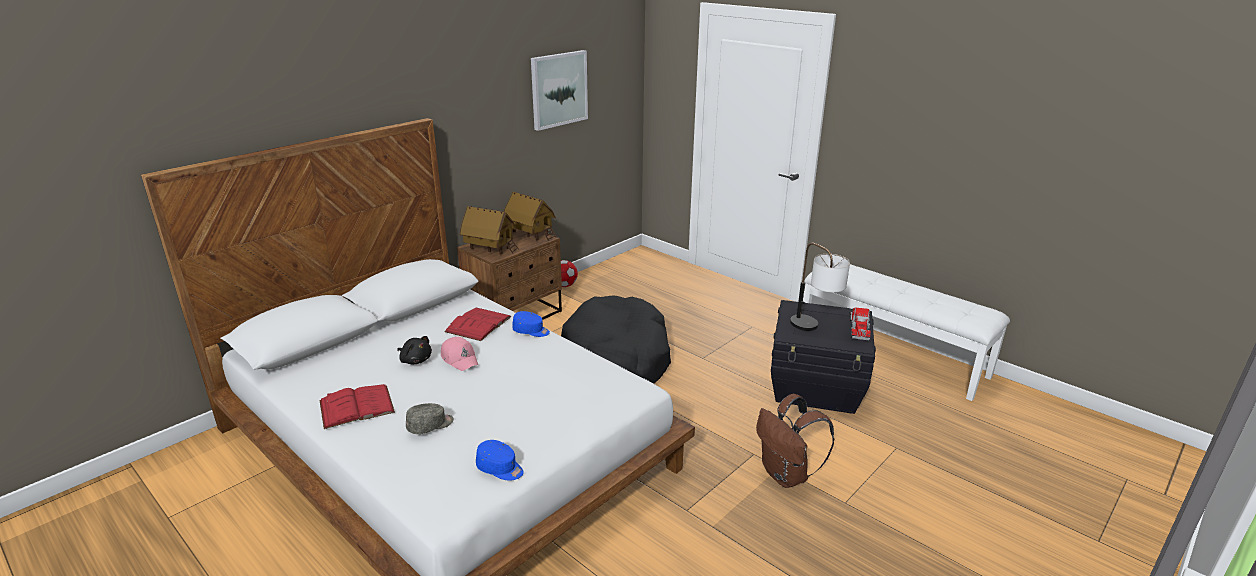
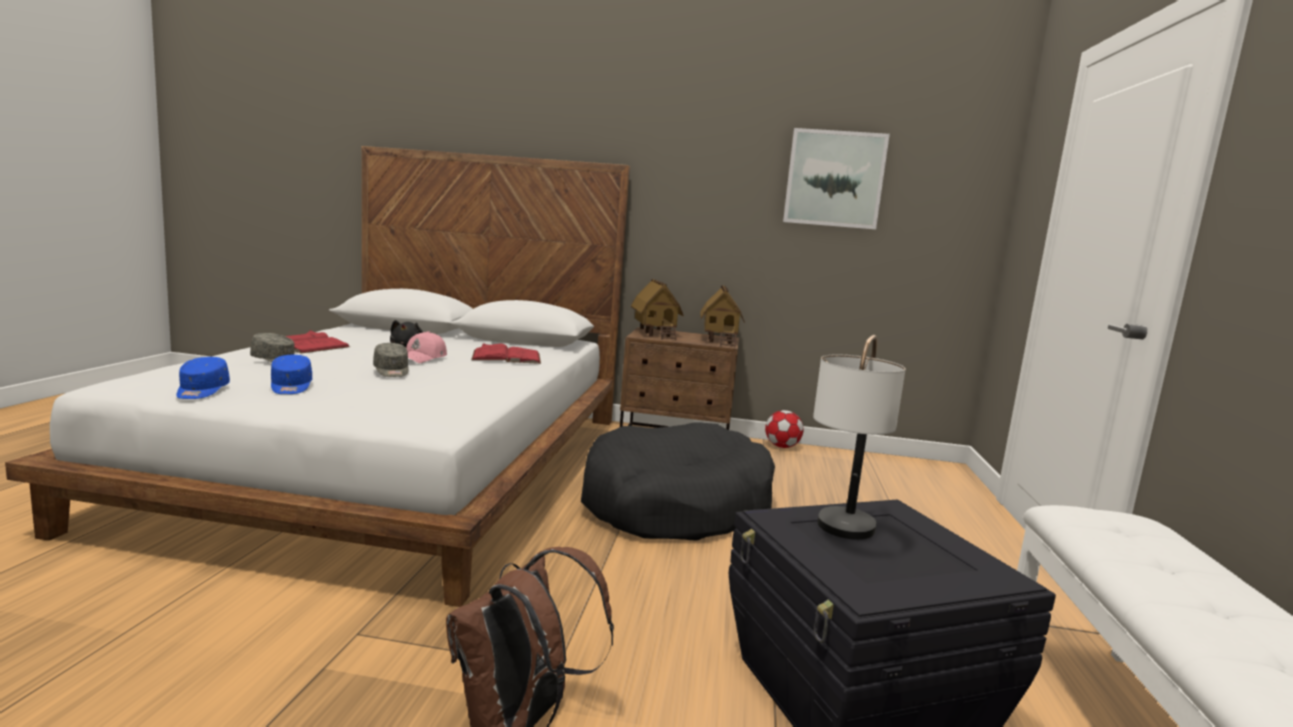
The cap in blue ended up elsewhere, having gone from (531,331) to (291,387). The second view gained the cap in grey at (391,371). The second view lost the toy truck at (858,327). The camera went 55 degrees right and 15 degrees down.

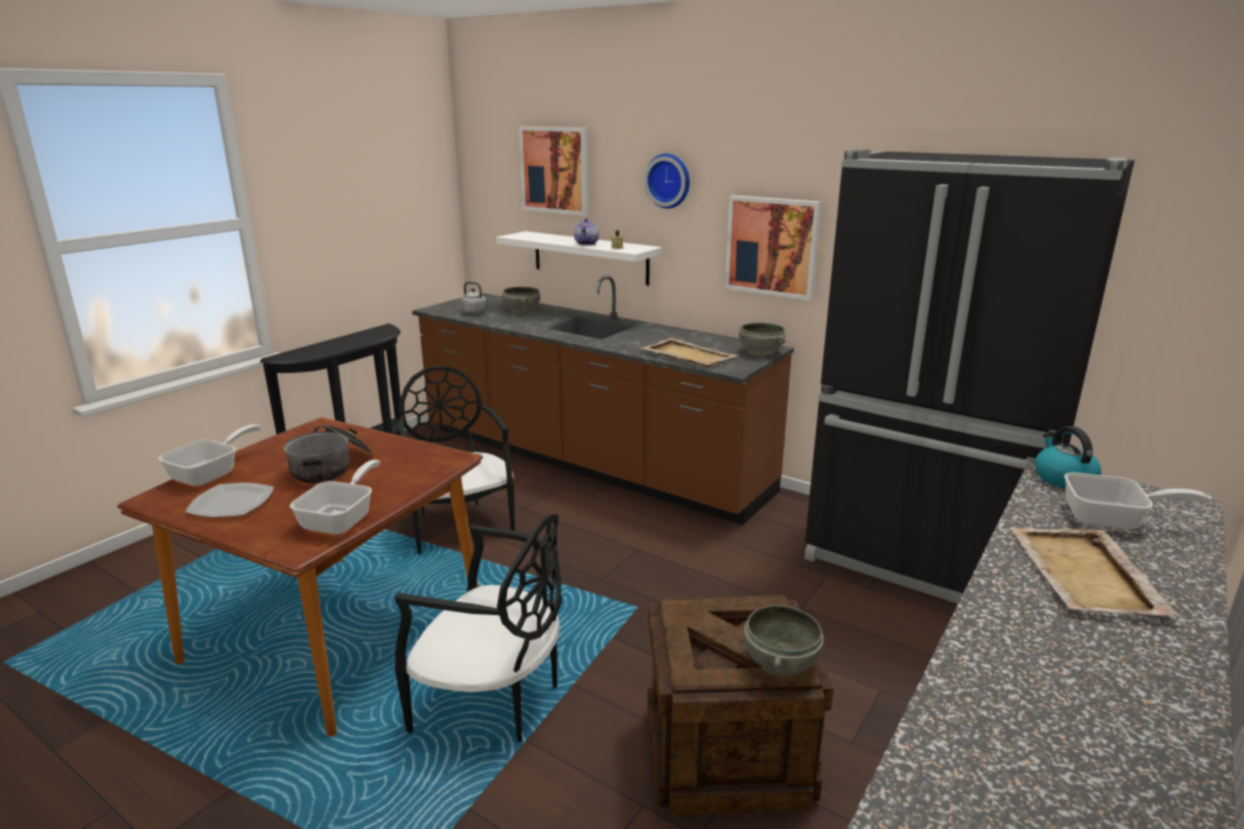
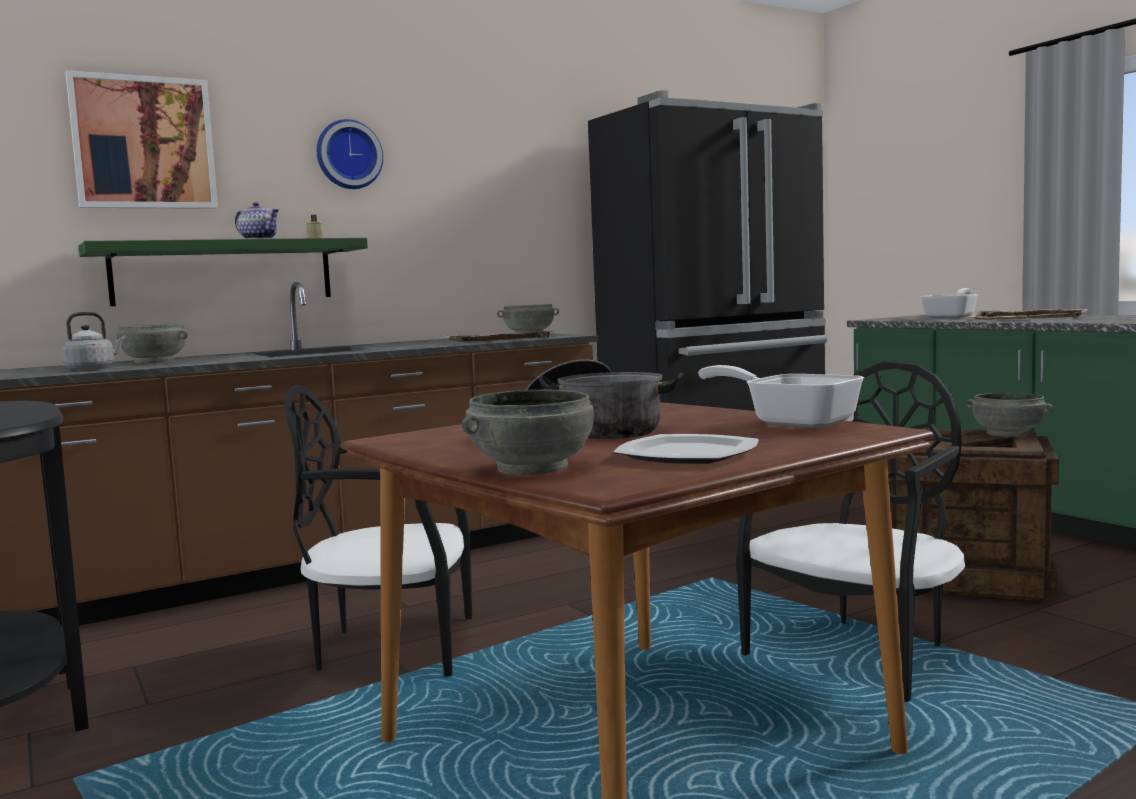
What was the shelf in white at (590,257) turned into the shelf in green at (223,272). Where the frying pan stood at (211,473), the bowl in grey came to stand at (531,468). The second view lost the picture at (772,246). The second view lost the kettle at (1063,478). The camera went 65 degrees left and 15 degrees down.

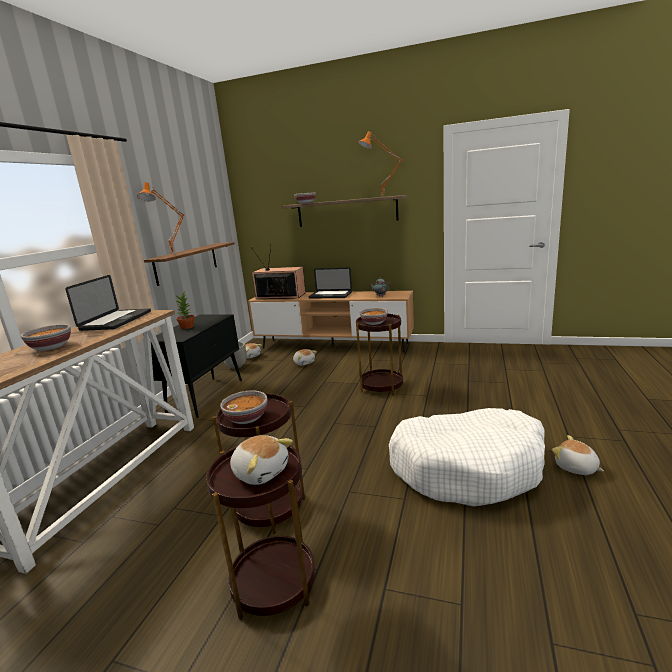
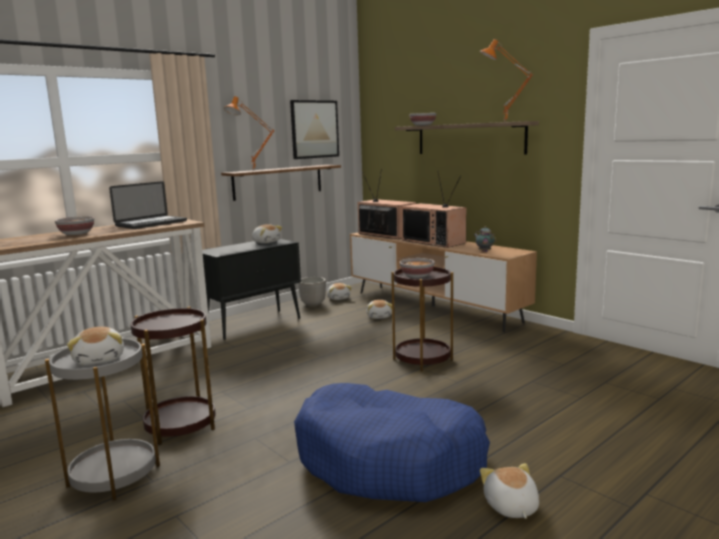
What was the side table in brown at (273,583) turned into the side table in grey at (114,475). The second view gained the plush toy at (266,242). The second view gained the picture at (314,129). What was the dog bed in white at (468,467) turned into the dog bed in blue at (390,460). Where the laptop stood at (330,295), the television came to stand at (435,241). The second view lost the potted plant at (187,327). The second view lost the bowl at (247,418). The camera went 30 degrees right and 5 degrees down.

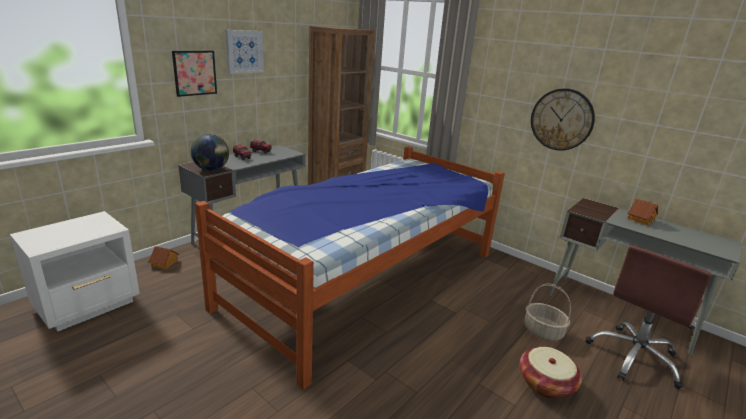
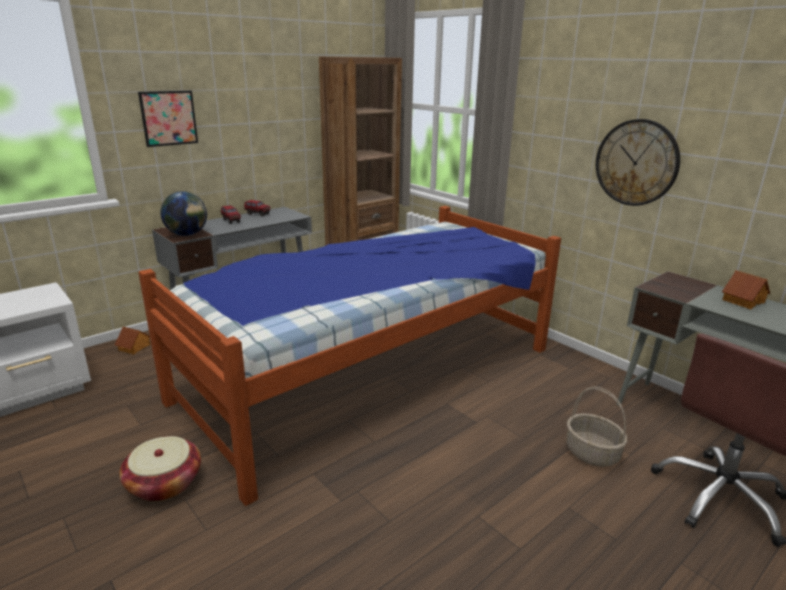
The basket ended up elsewhere, having gone from (545,384) to (164,483). The second view lost the picture at (244,51). The camera went 10 degrees right and 0 degrees up.

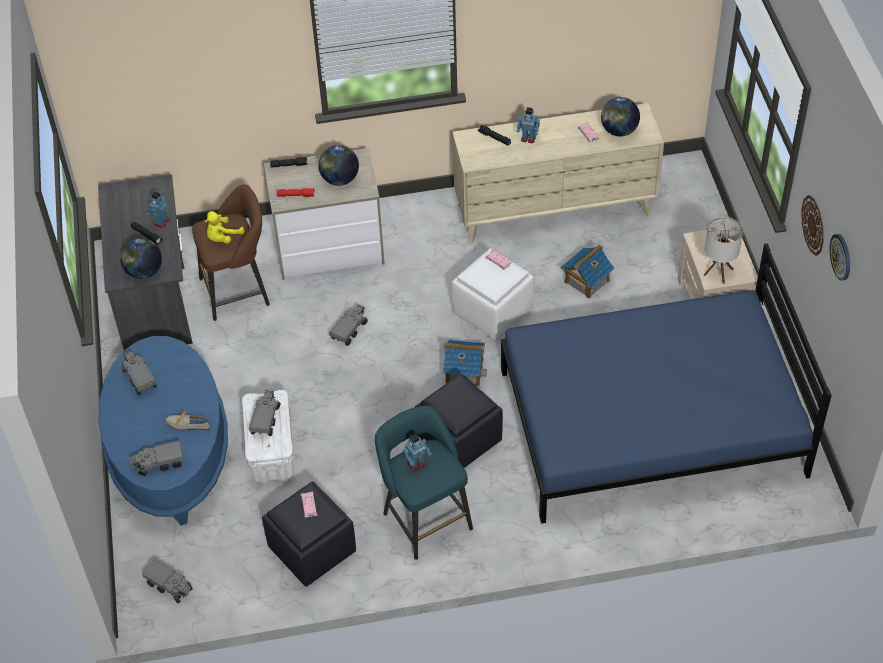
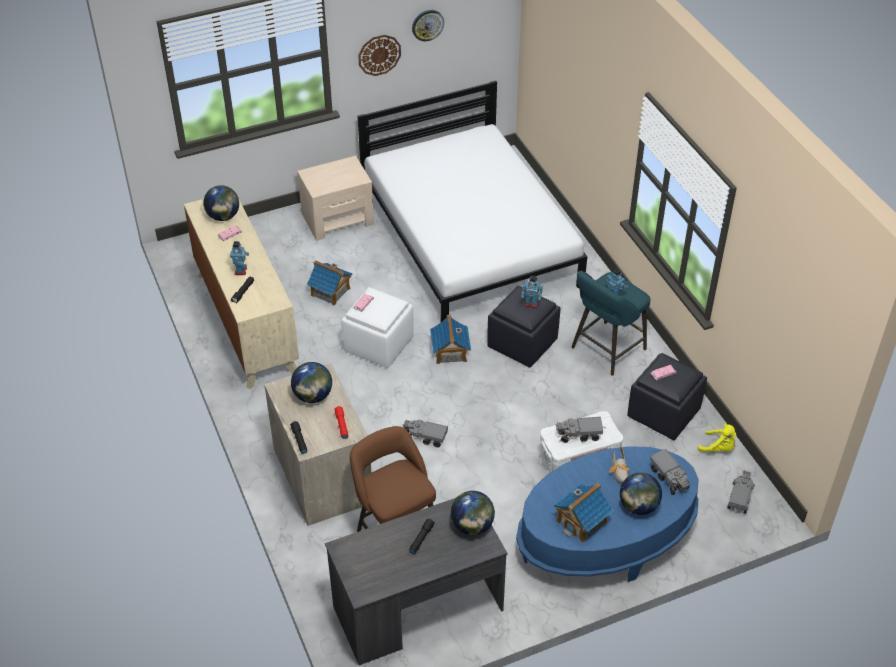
What was the bed in blue at (651,422) turned into the bed in white at (469,240). The toy robot ended up elsewhere, having gone from (161,221) to (531,304). Where the toy truck stood at (139,378), the toy house came to stand at (582,521). The second view gained the globe at (638,506). The plush toy in yellow ended up elsewhere, having gone from (223,237) to (718,448). The second view lost the table lamp at (718,272). The camera went 105 degrees left and 5 degrees down.

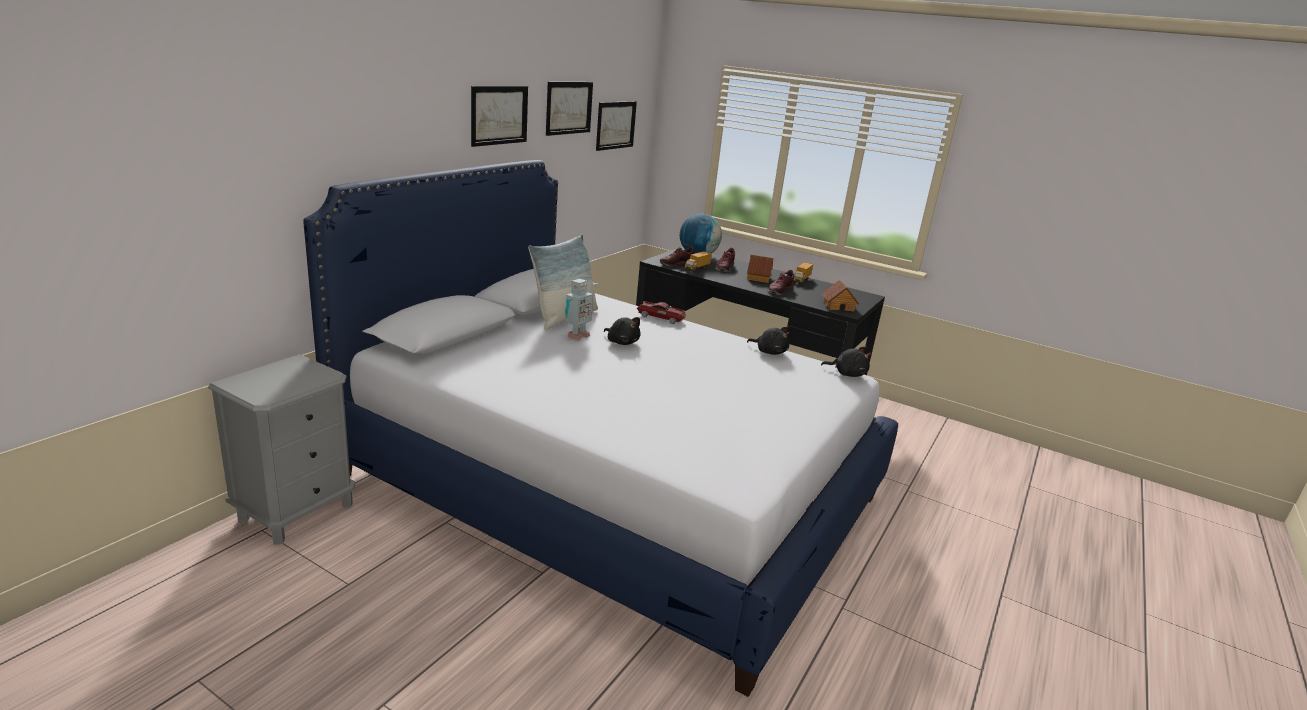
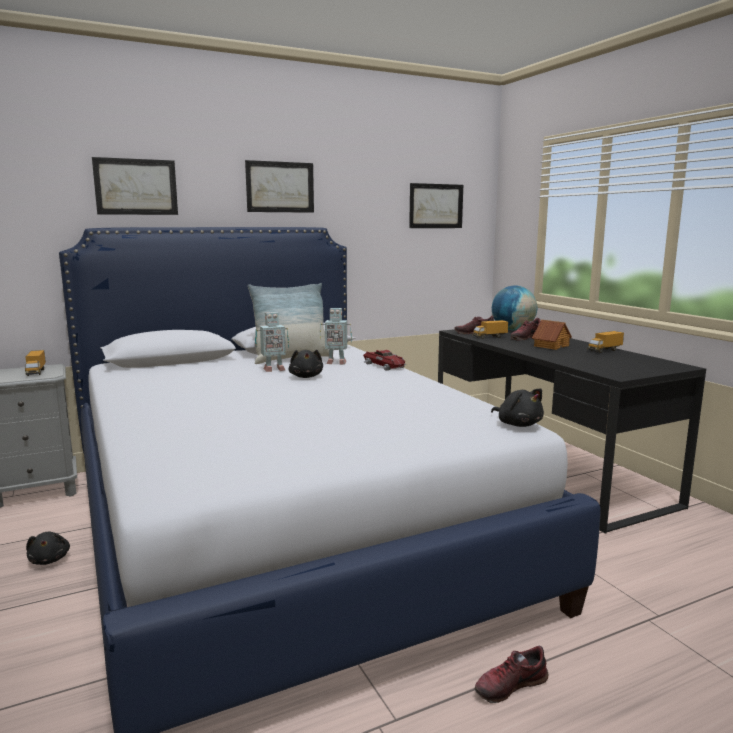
The second view gained the toy truck at (36,372). The plush toy in black ended up elsewhere, having gone from (769,352) to (50,559). The picture ended up elsewhere, having gone from (569,108) to (136,187). The second view gained the toy robot at (336,362). The shoe ended up elsewhere, having gone from (779,290) to (510,685). The second view lost the toy house at (838,306). The camera went 35 degrees right and 10 degrees down.

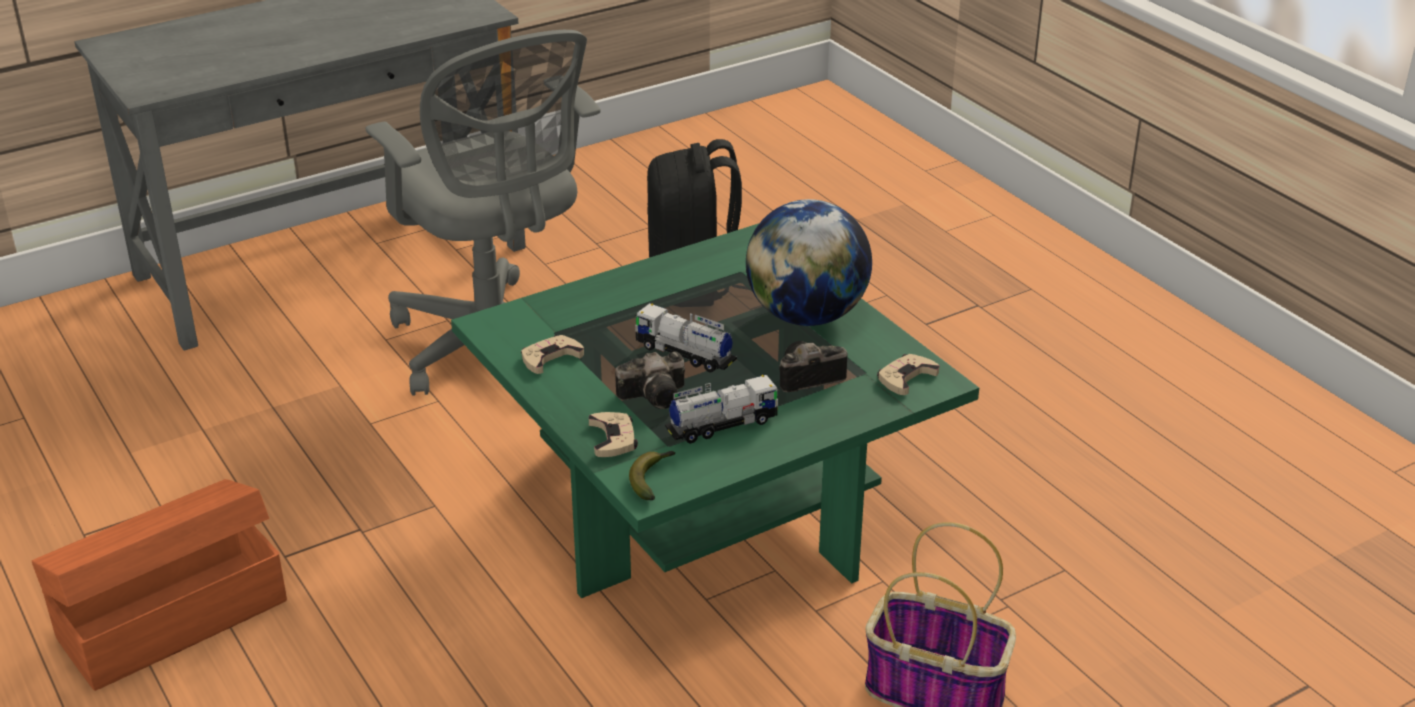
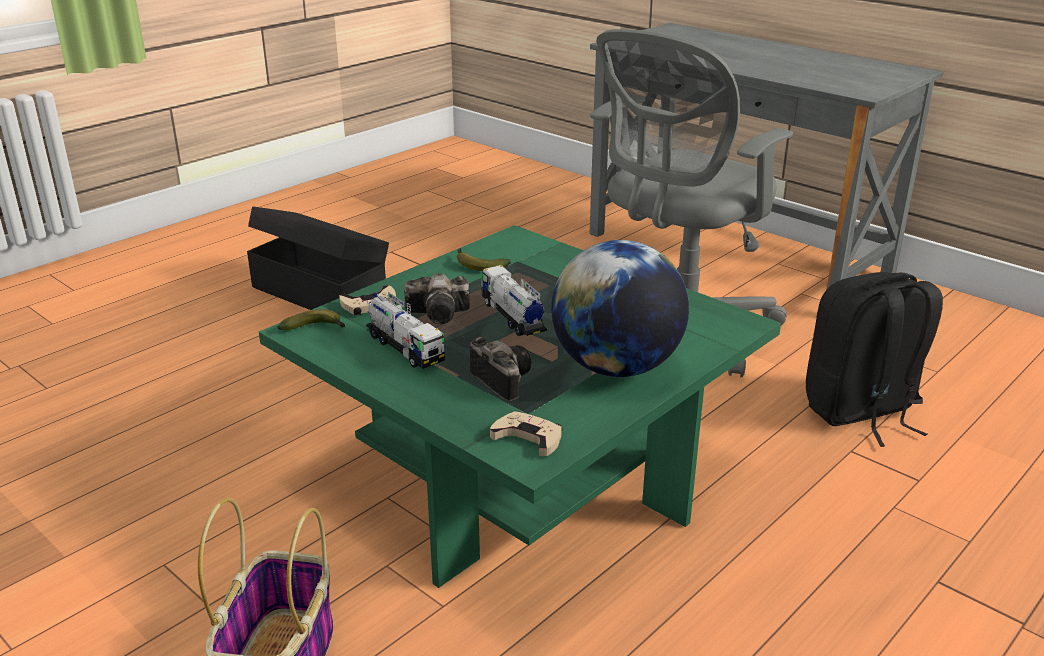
What was the storage box in orange at (169,618) turned into the storage box in black at (319,292). The photo camera at (657,395) ended up facing another way, 60 degrees counterclockwise from before. Where the game controller in beige stood at (550,358), the banana came to stand at (478,265). The toy truck at (685,354) ended up facing another way, 45 degrees counterclockwise from before. The camera went 75 degrees right and 5 degrees down.

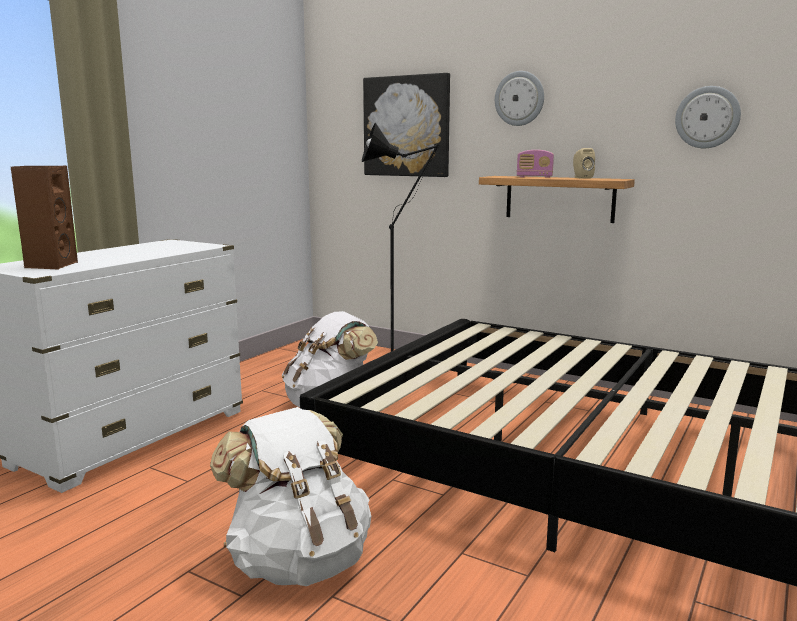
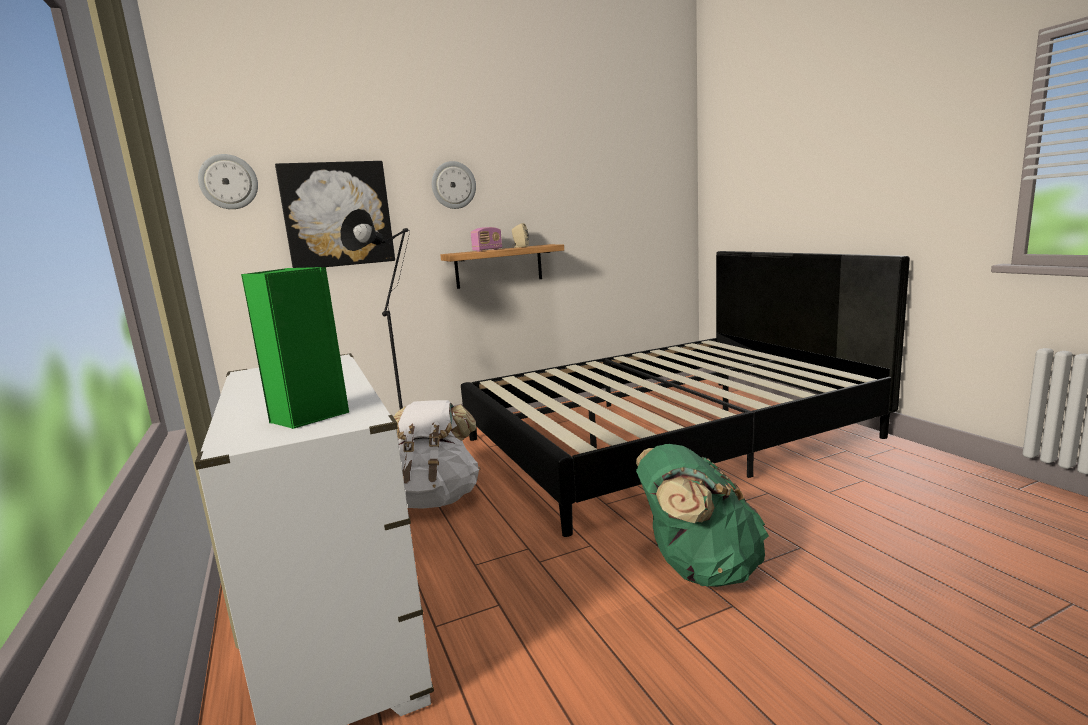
The wall clock ended up elsewhere, having gone from (707,117) to (228,182). What was the speaker in brown at (50,265) turned into the speaker in green at (307,417). What was the backpack in white at (299,561) turned into the backpack in green at (698,569). The camera went 55 degrees left and 0 degrees up.

